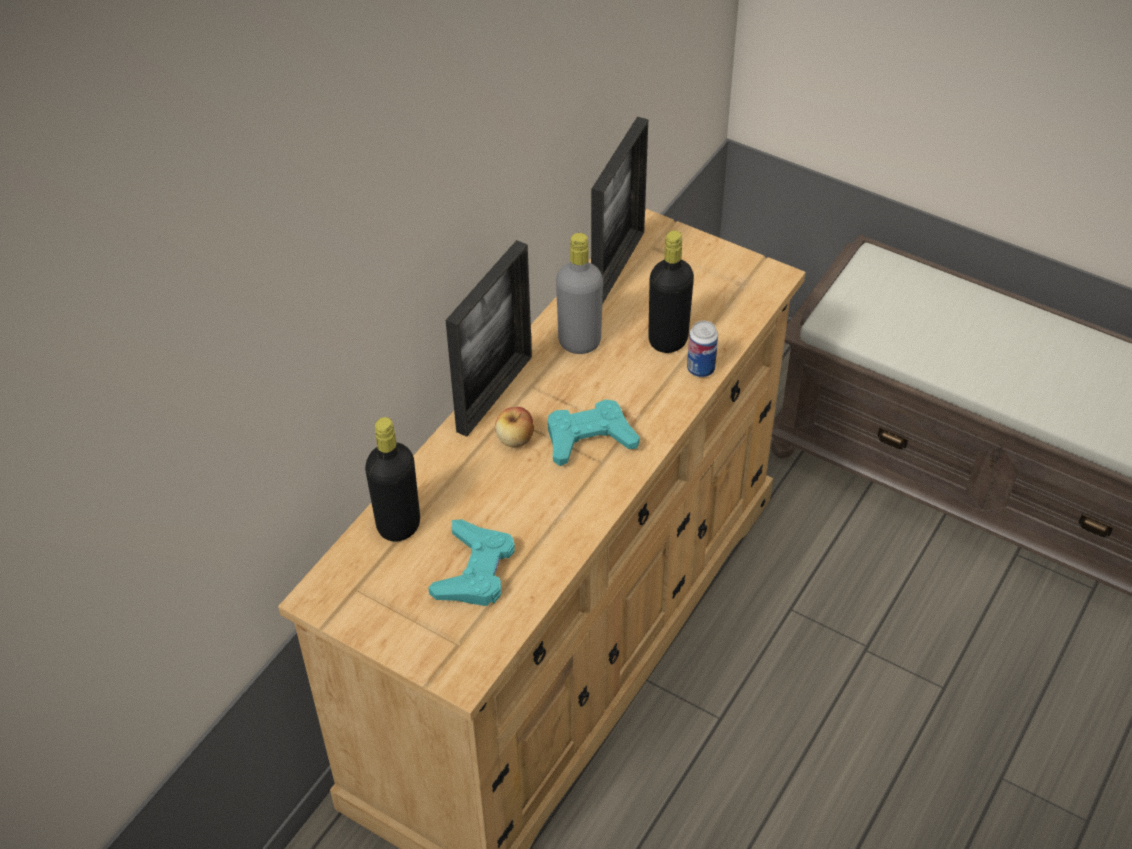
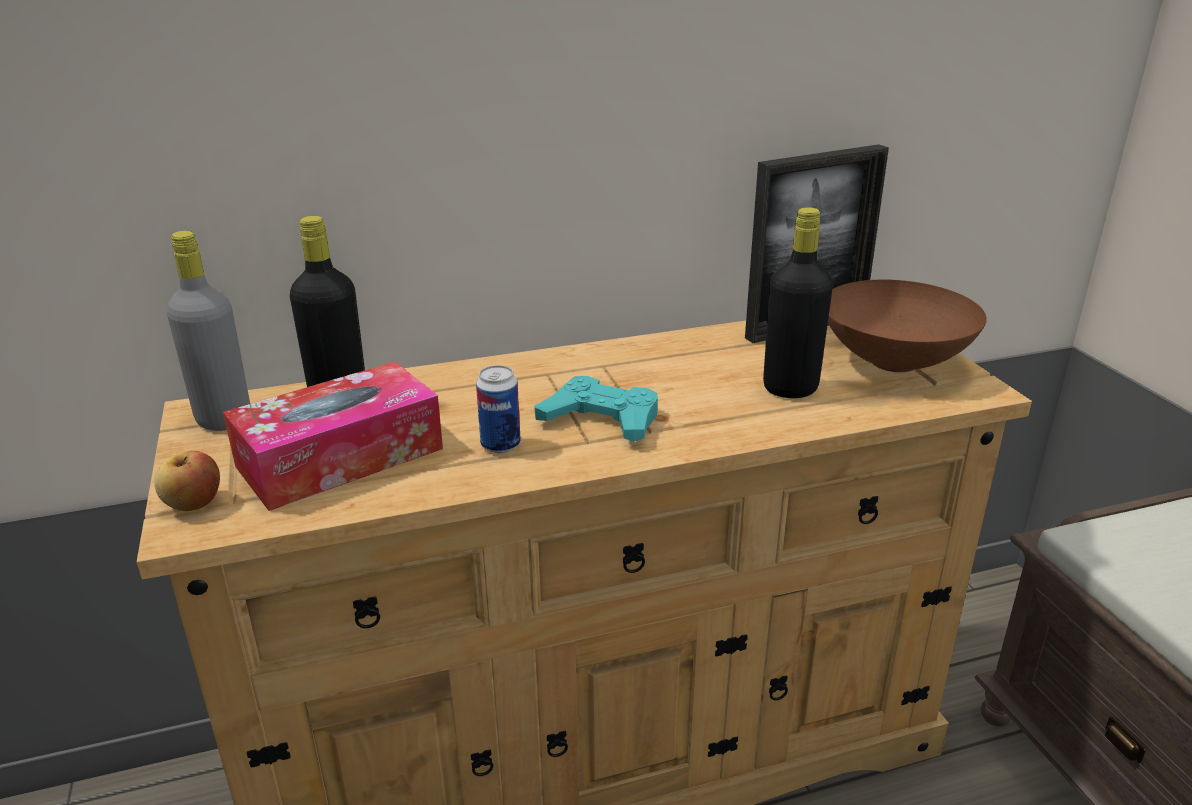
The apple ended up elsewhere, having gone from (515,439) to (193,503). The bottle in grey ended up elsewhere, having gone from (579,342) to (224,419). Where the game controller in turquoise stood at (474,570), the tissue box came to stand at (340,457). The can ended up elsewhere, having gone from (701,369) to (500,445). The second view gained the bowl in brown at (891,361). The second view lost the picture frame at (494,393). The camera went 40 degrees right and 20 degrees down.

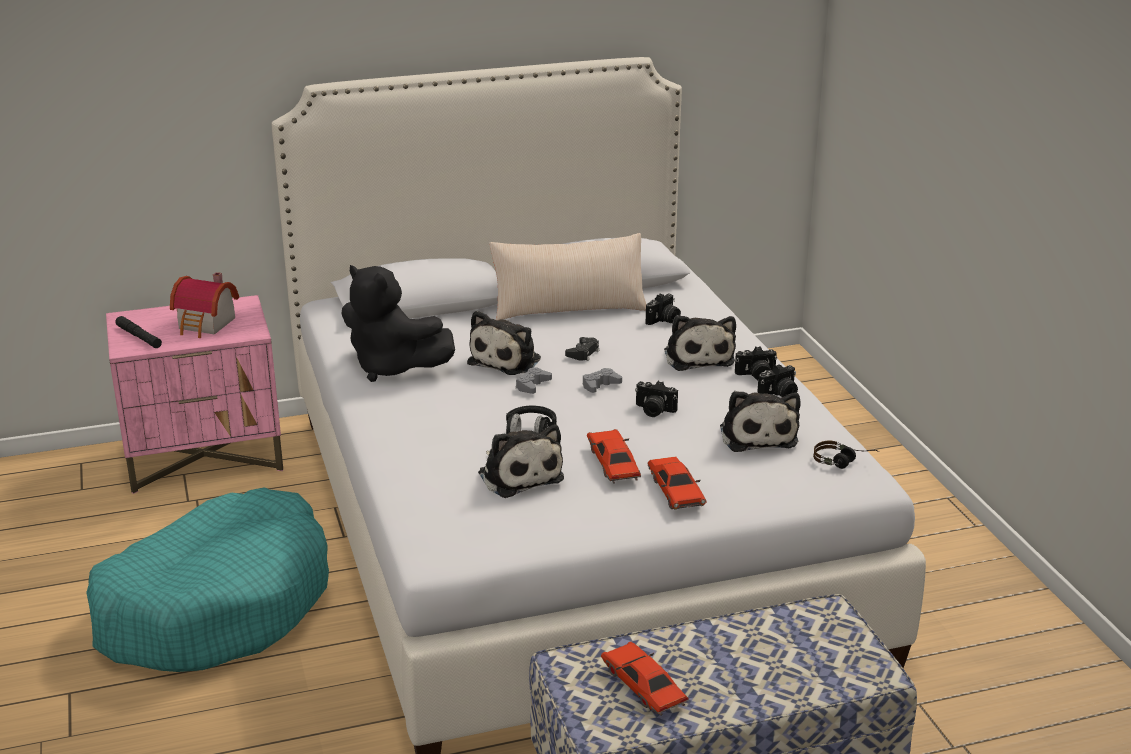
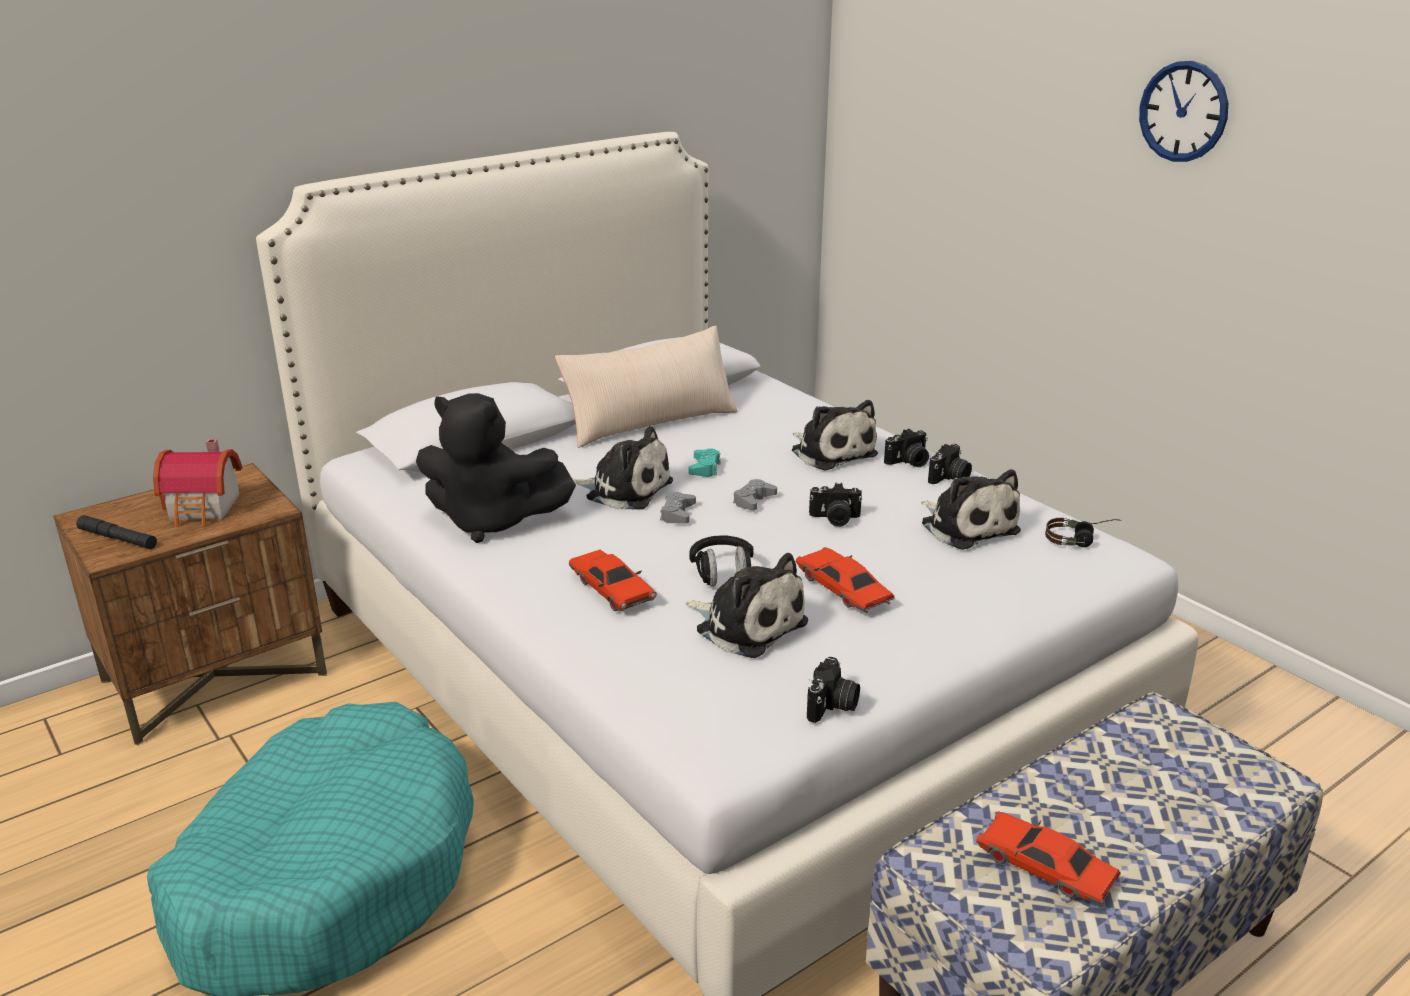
What was the nightstand in pink at (205,457) turned into the nightstand in brown at (216,677). The toy car in red ended up elsewhere, having gone from (675,491) to (611,590). The plush toy at (507,360) ended up facing another way, 75 degrees counterclockwise from before. What was the game controller in black at (583,353) turned into the game controller in turquoise at (705,468). The photo camera ended up elsewhere, having gone from (664,320) to (832,706). The second view gained the wall clock at (1183,111). The camera went 20 degrees left and 0 degrees up.

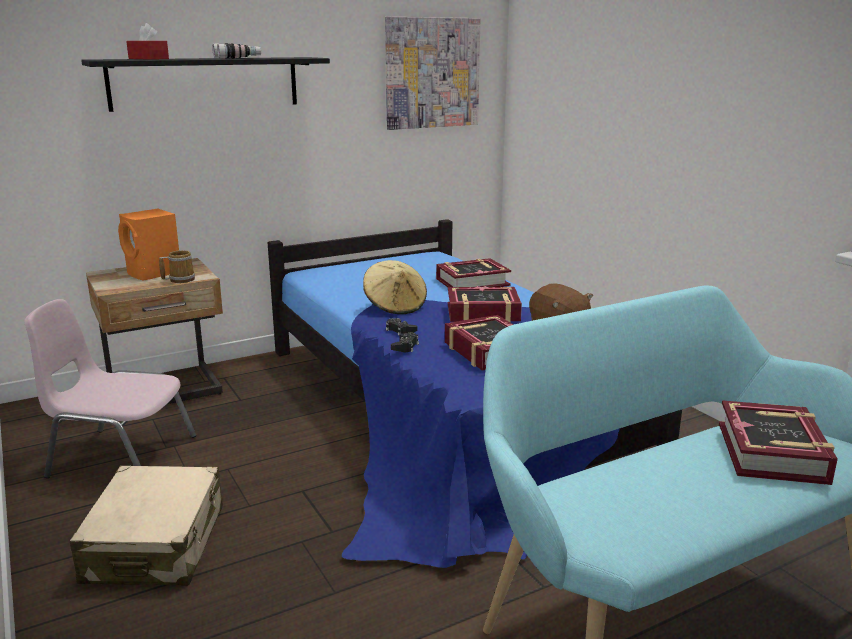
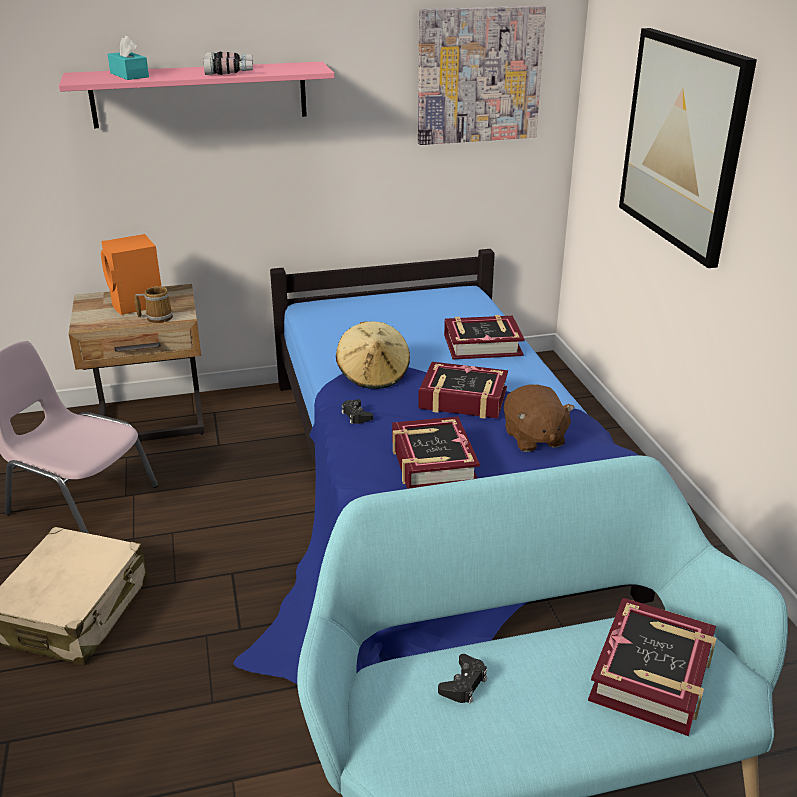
What was the shelf in black at (205,83) turned into the shelf in pink at (200,94). What was the tissue box in red at (148,59) turned into the tissue box in turquoise at (129,75). The game controller in black ended up elsewhere, having gone from (405,346) to (464,684). The second view gained the picture at (682,143). The camera went 15 degrees right and 10 degrees up.

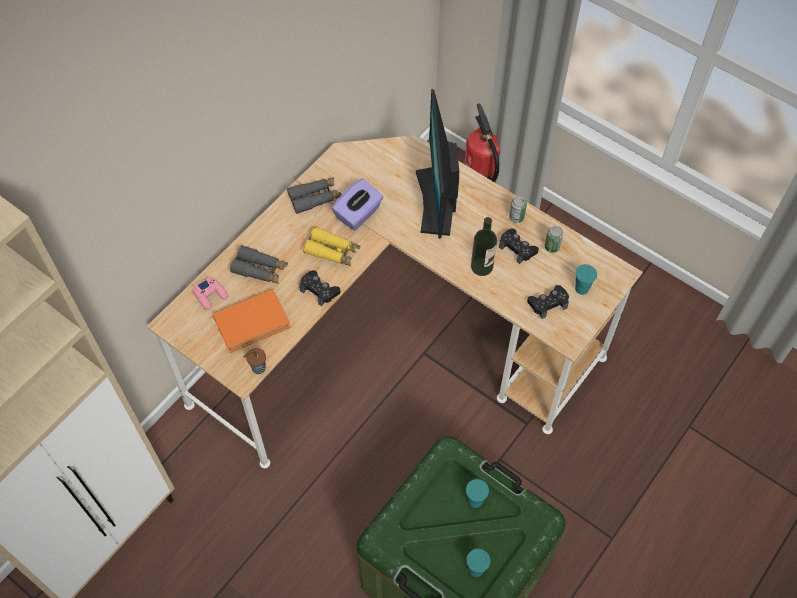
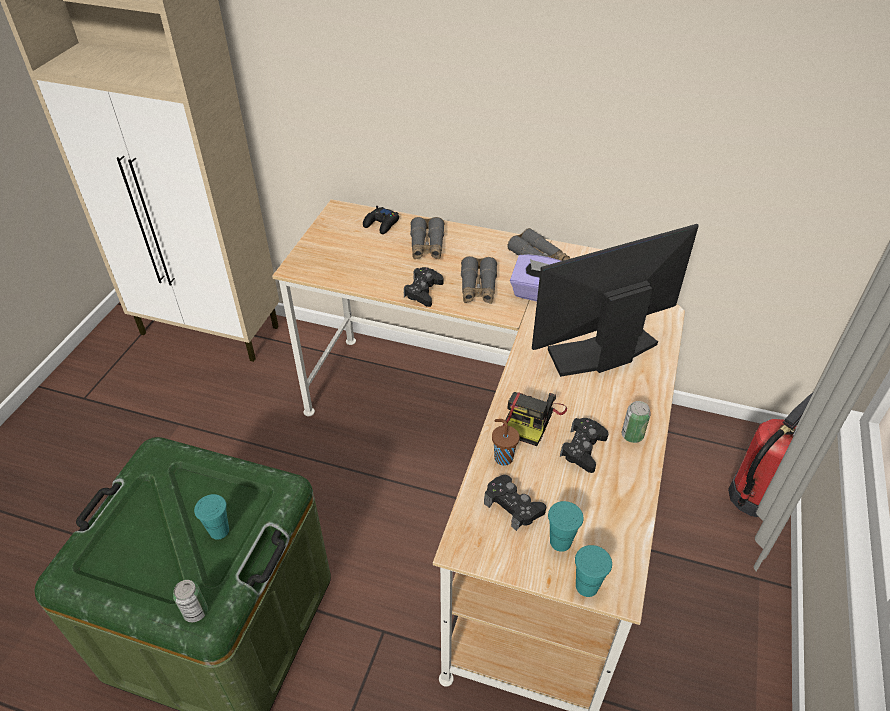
The can ended up elsewhere, having gone from (552,247) to (195,612). What was the game controller in pink at (210,295) turned into the game controller in black at (381,224). What was the binoculars in yellow at (332,251) turned into the binoculars in grey at (478,288). The cup in brown ended up elsewhere, having gone from (258,368) to (502,457). Where the bottle stood at (481,266), the photo camera came to stand at (532,419). The cup in turquoise ended up elsewhere, having gone from (476,569) to (586,586). The second view lost the book in orange at (251,322). The camera went 70 degrees right and 15 degrees down.

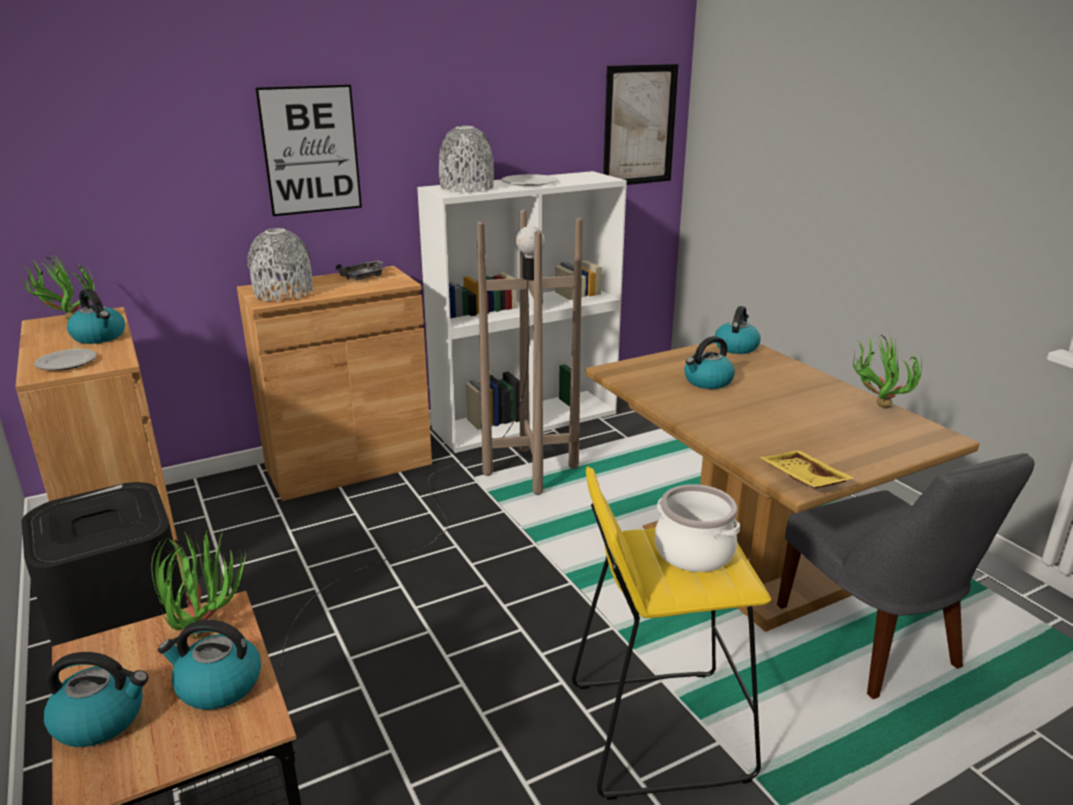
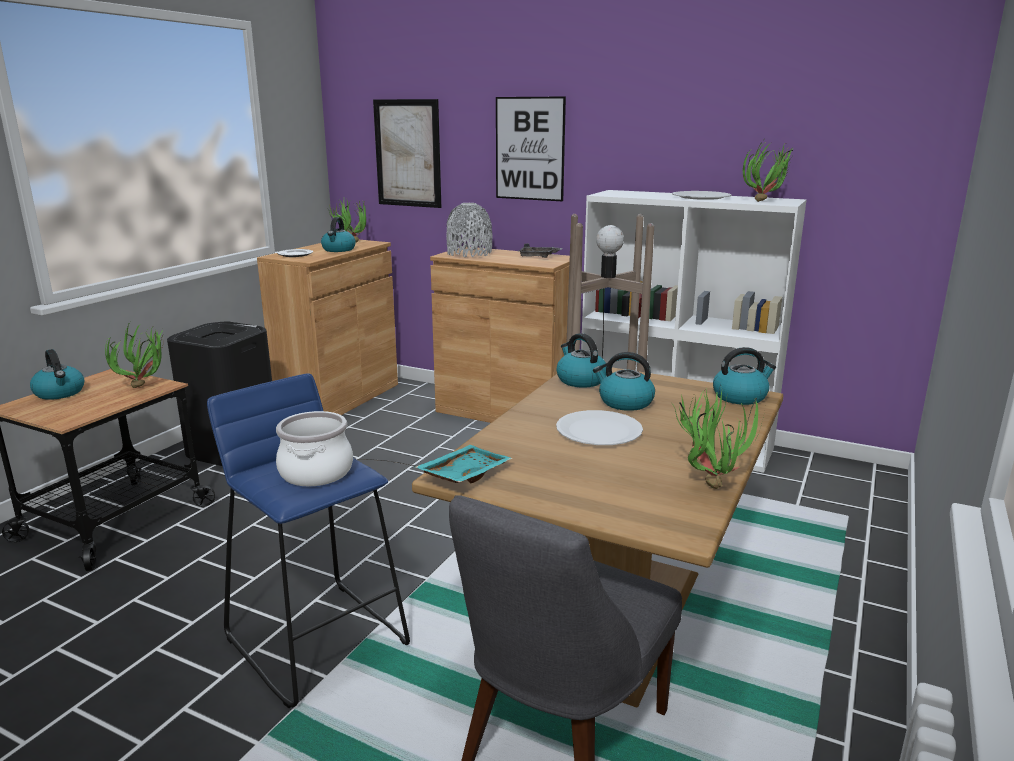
What was the stool in yellow at (657,730) turned into the stool in blue at (318,639). The picture ended up elsewhere, having gone from (639,125) to (408,153). What was the tray in yellow at (802,479) turned into the tray in turquoise at (463,474). The second view gained the plate in white at (599,430). The kettle ended up elsewhere, having gone from (218,685) to (580,380). The second view gained the potted plant at (767,201). The second view lost the vase in grey at (467,188). The camera went 55 degrees right and 5 degrees down.

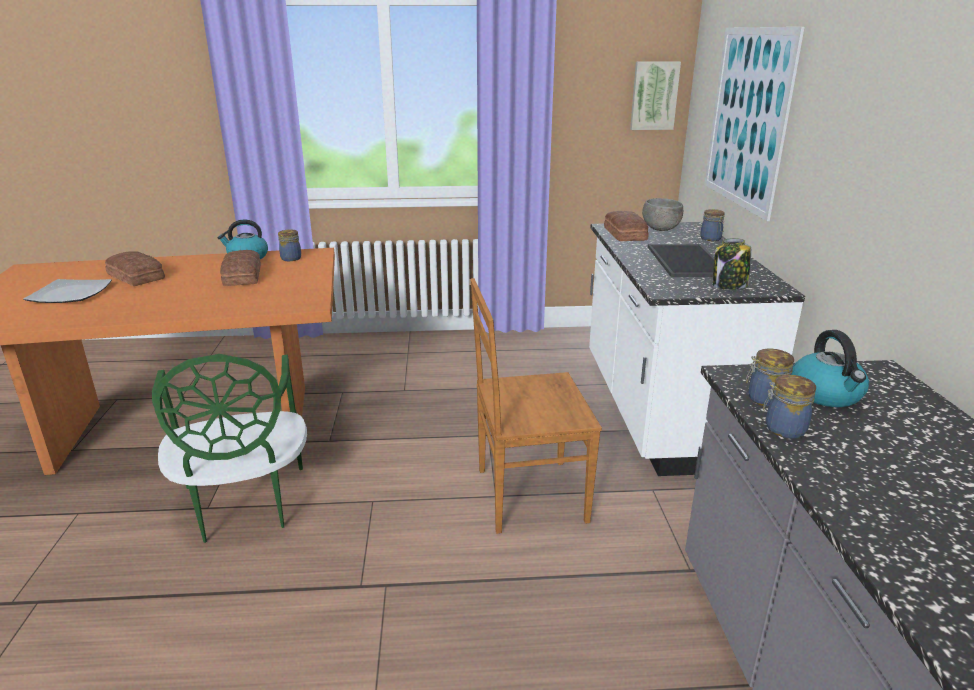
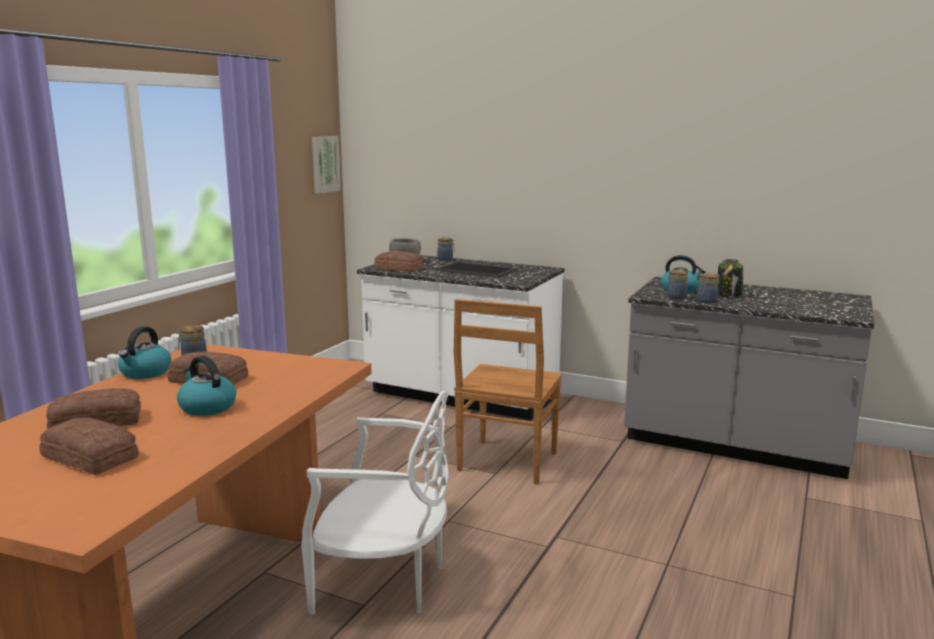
Where the plate stood at (71,294), the bread came to stand at (91,456). The second view gained the kettle at (207,407). What was the chair in green at (244,505) turned into the chair in white at (384,583). The jar ended up elsewhere, having gone from (729,286) to (729,295). The second view lost the picture at (747,118). The camera went 60 degrees left and 10 degrees down.

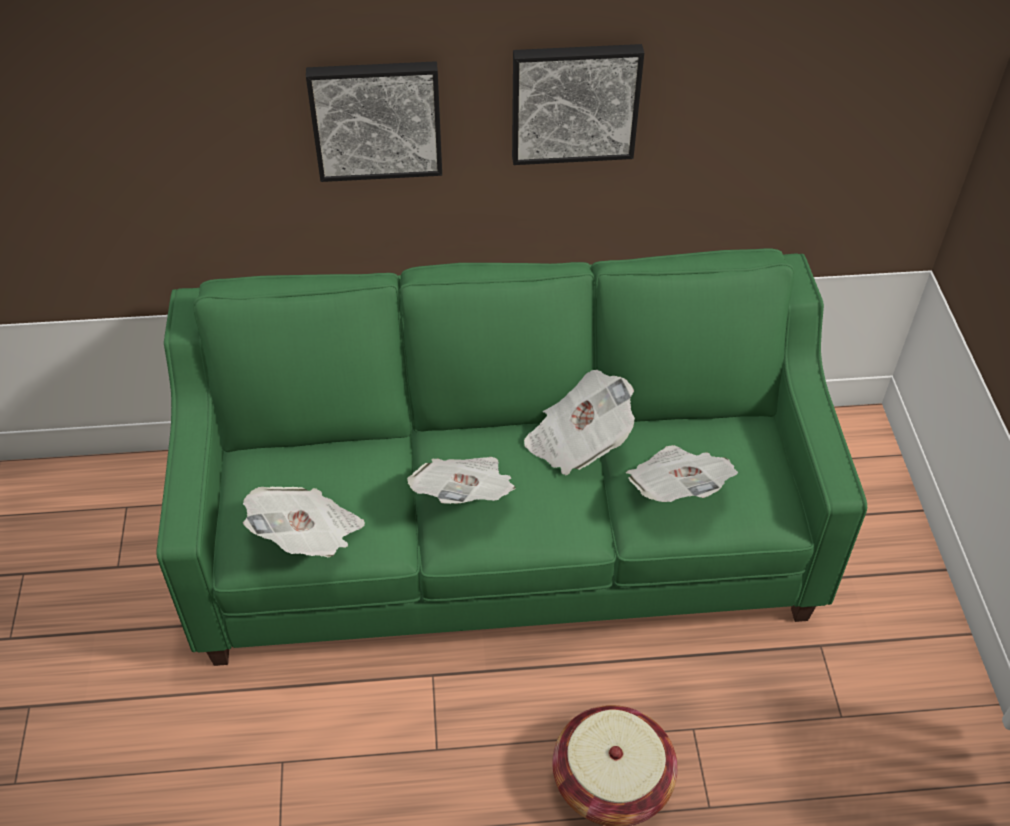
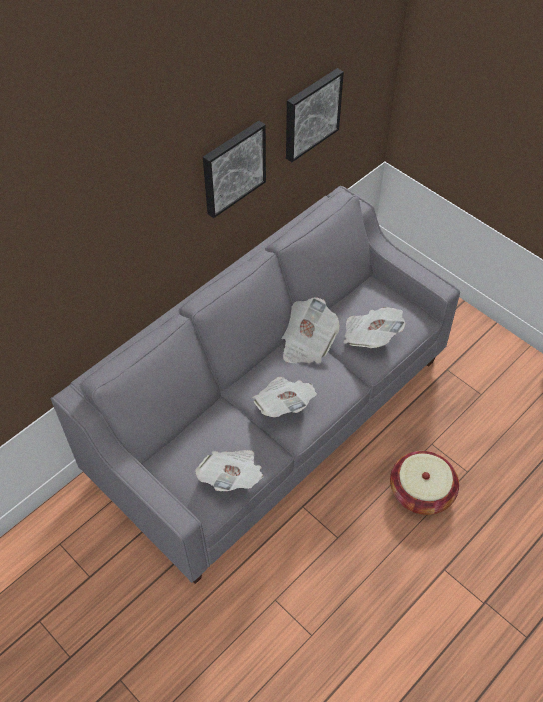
What was the sofa in green at (506,537) turned into the sofa in grey at (271,417). The picture ended up elsewhere, having gone from (376,119) to (311,113). The camera went 40 degrees left and 5 degrees up.

